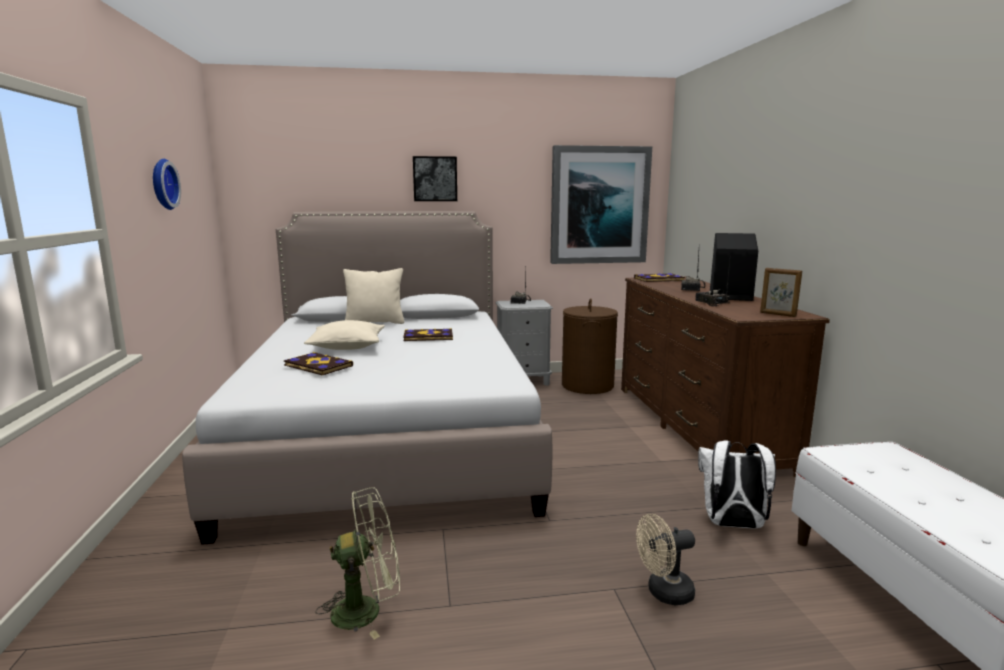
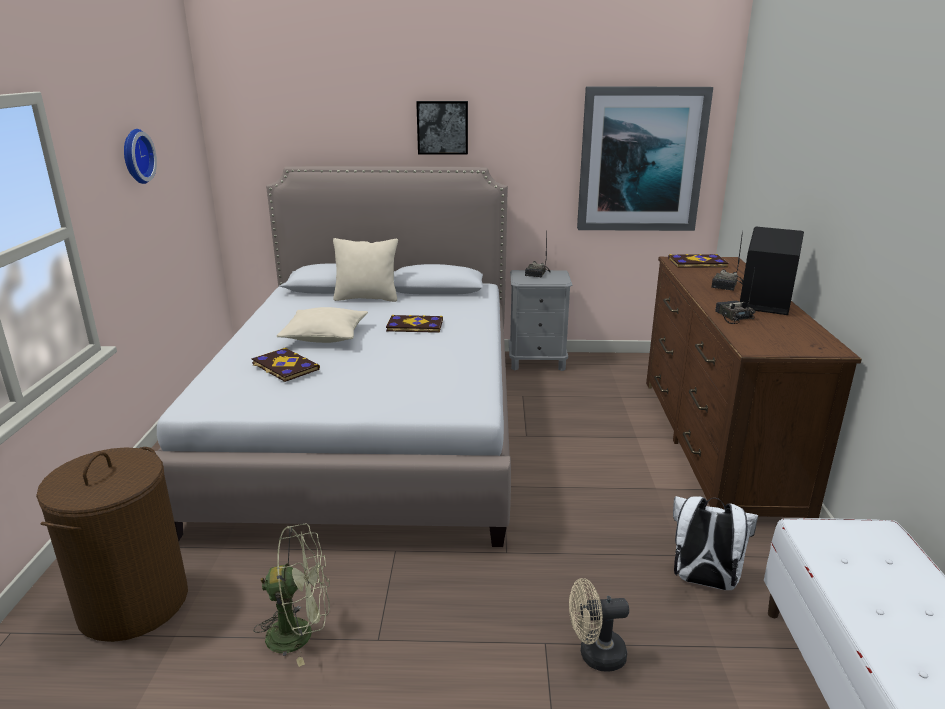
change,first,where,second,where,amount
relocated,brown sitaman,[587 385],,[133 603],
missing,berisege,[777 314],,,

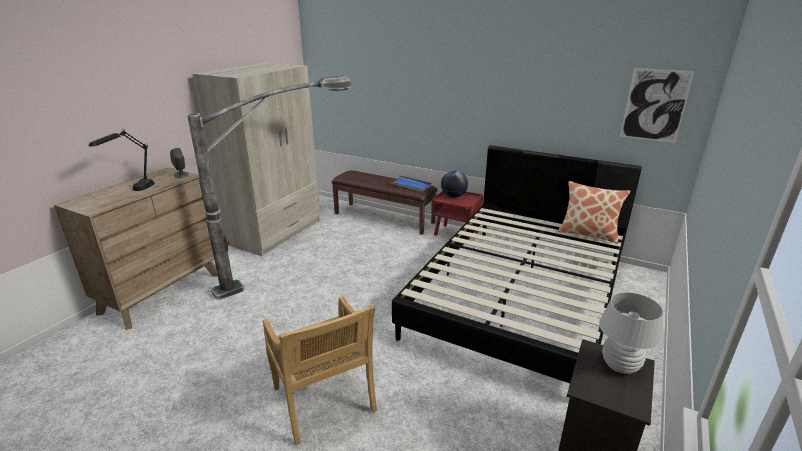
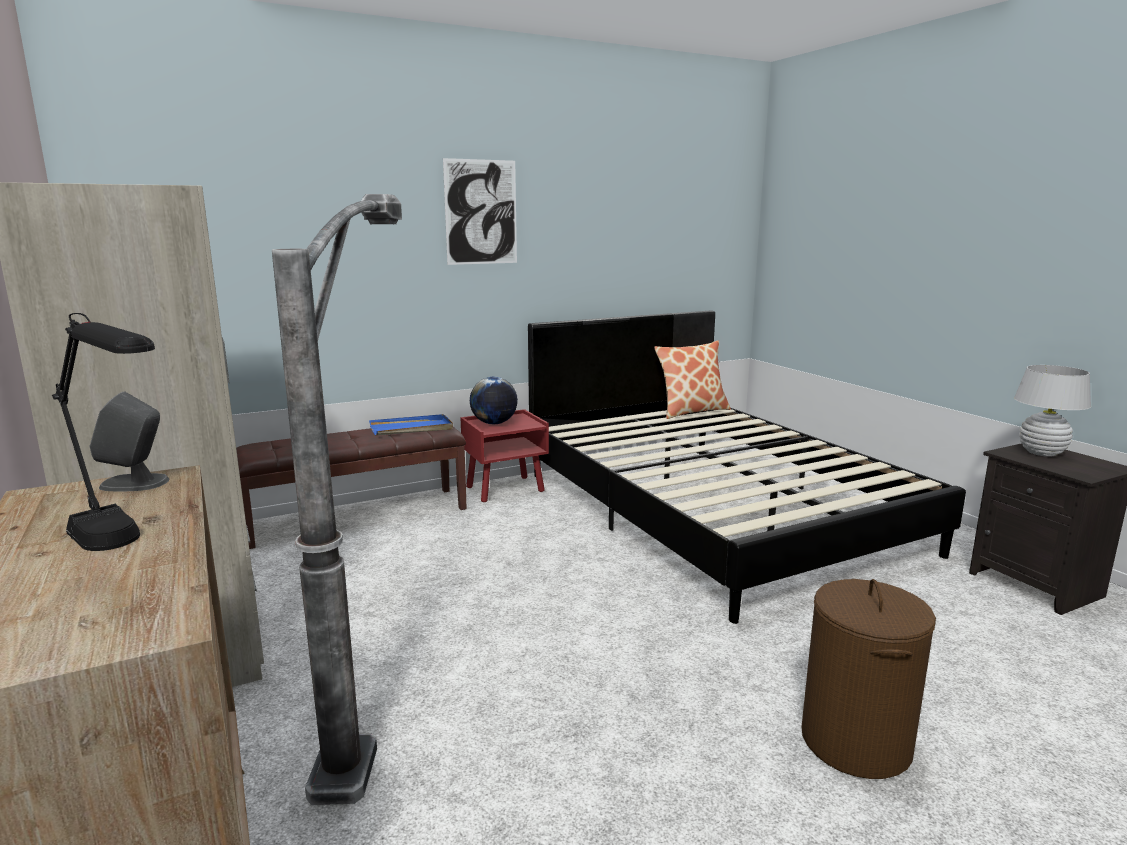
change,first,where,second,where,amount
exchanged,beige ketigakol,[324 401],brown sitaman,[856 742],
relocated,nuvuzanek,[655 105],,[481 212],

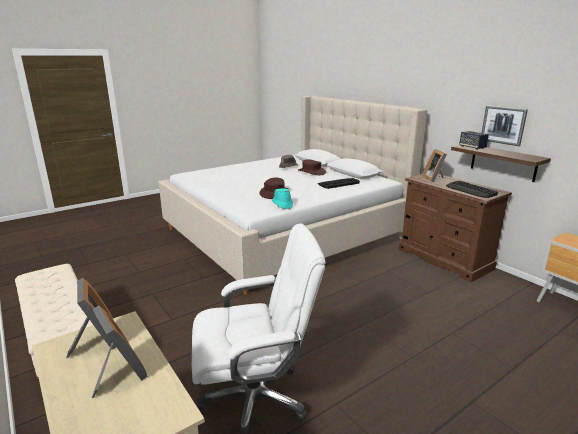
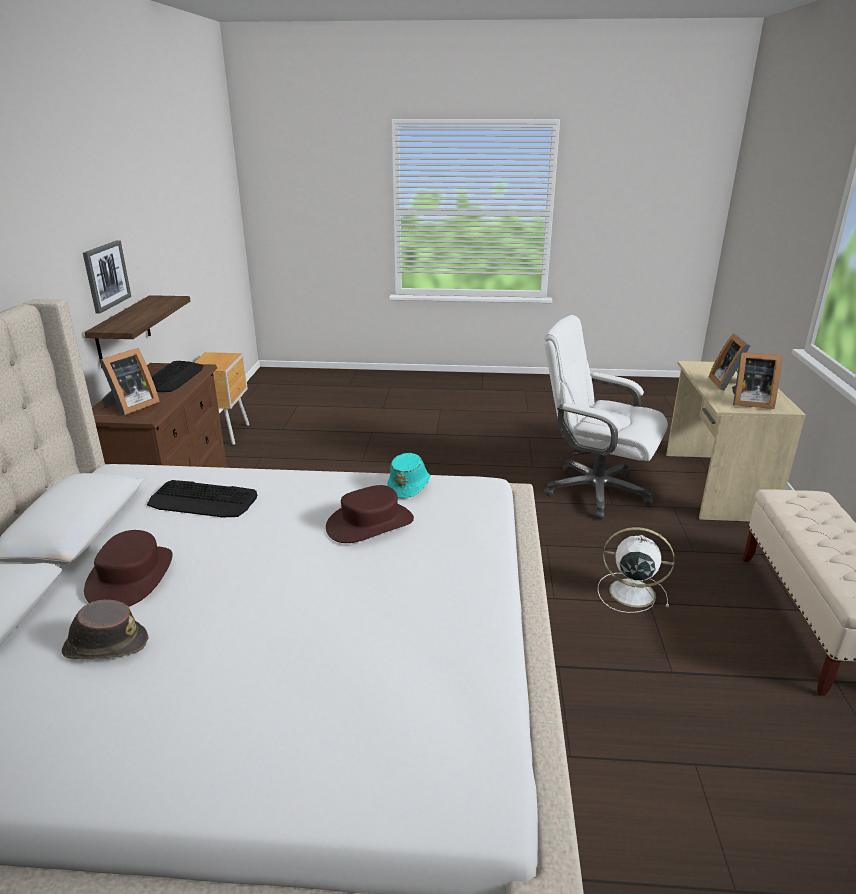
change,first,where,second,where,amount
spun,berisege,[96 341],,[749 402],90 degrees counterclockwise
missing,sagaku,[472 147],,,
appeared,,,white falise,[630 592],

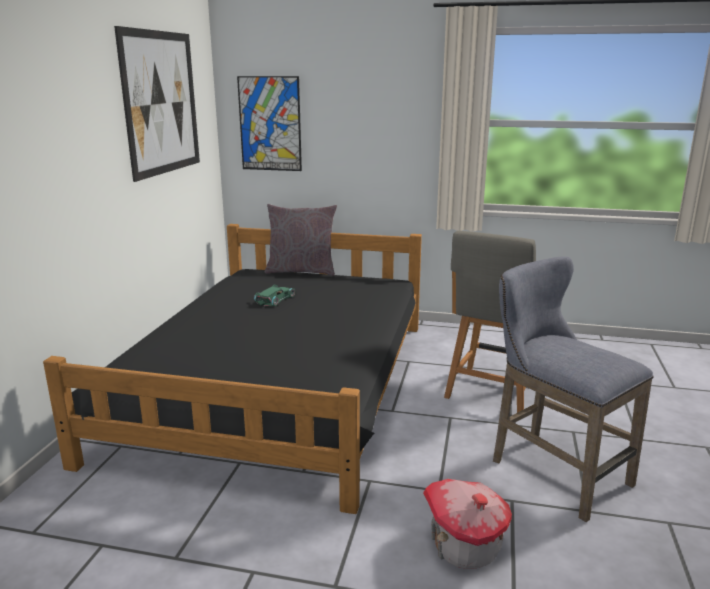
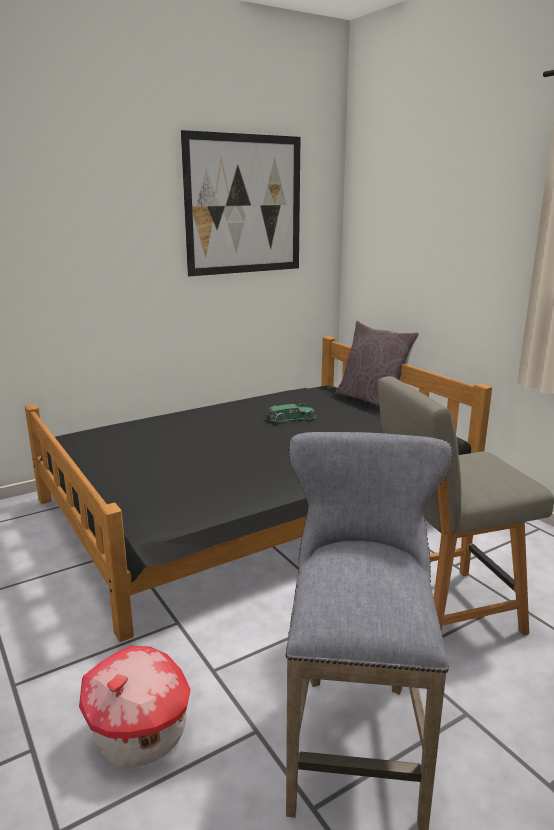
change,first,where,second,where,amount
missing,nuvuzanek,[270 124],,,

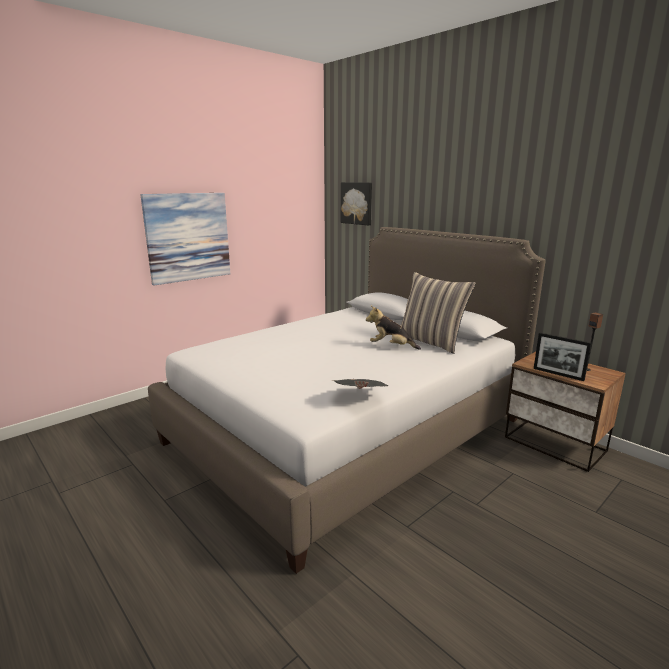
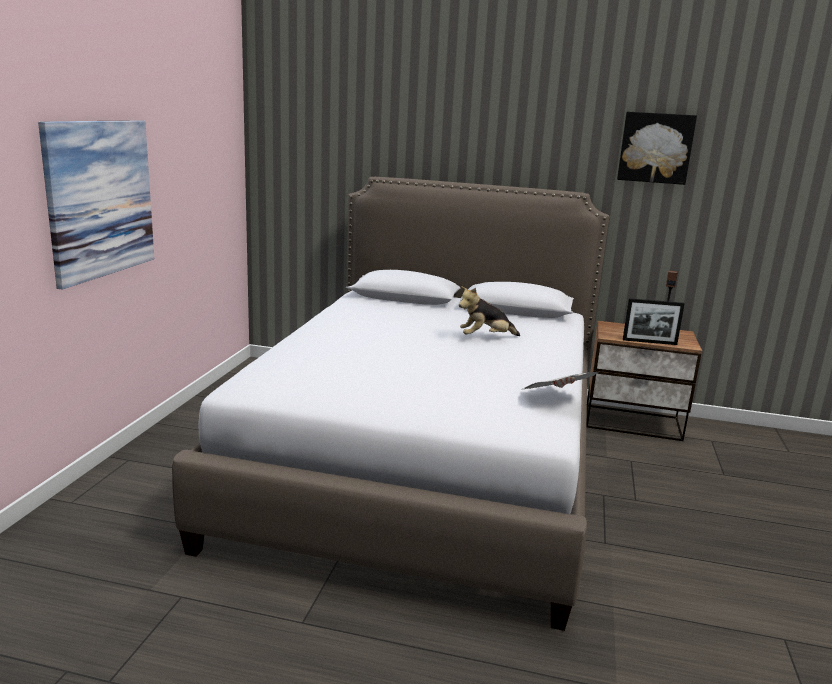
change,first,where,second,where,amount
relocated,nuvuzanek,[357 203],,[655 148],
missing,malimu,[431 342],,,

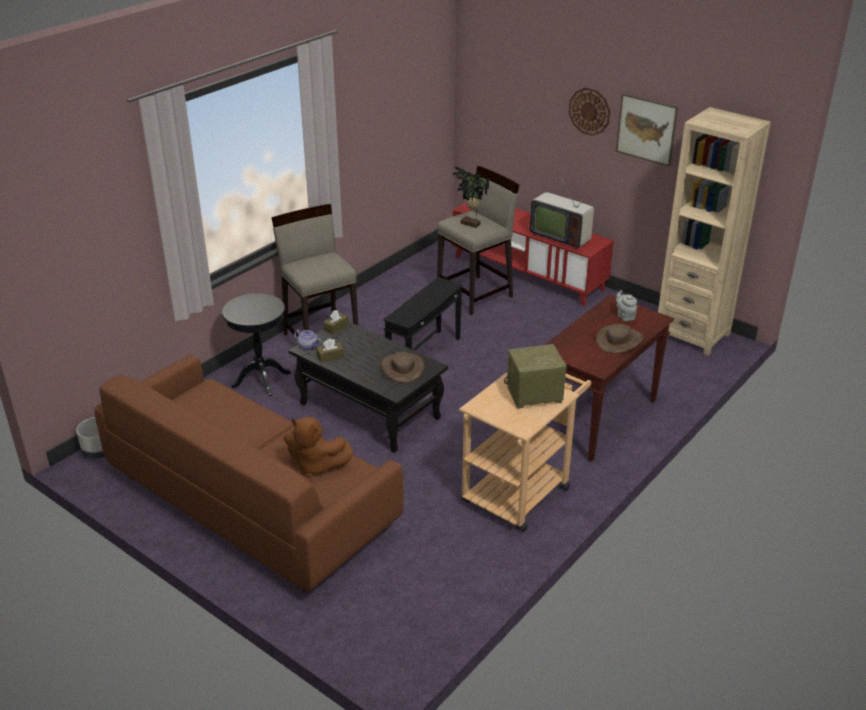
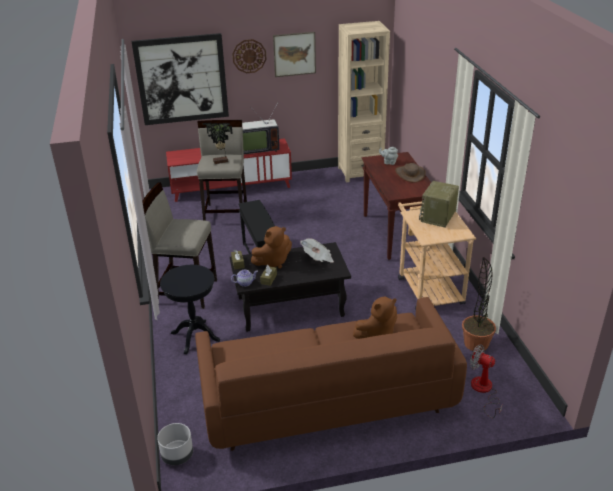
change,first,where,second,where,amount
exchanged,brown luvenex,[402 368],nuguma,[317 258],
appeared,,,nuvuzanek,[182 79],
appeared,,,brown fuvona,[273 262],
appeared,,,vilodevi,[476 344],
appeared,,,falise,[483 391],

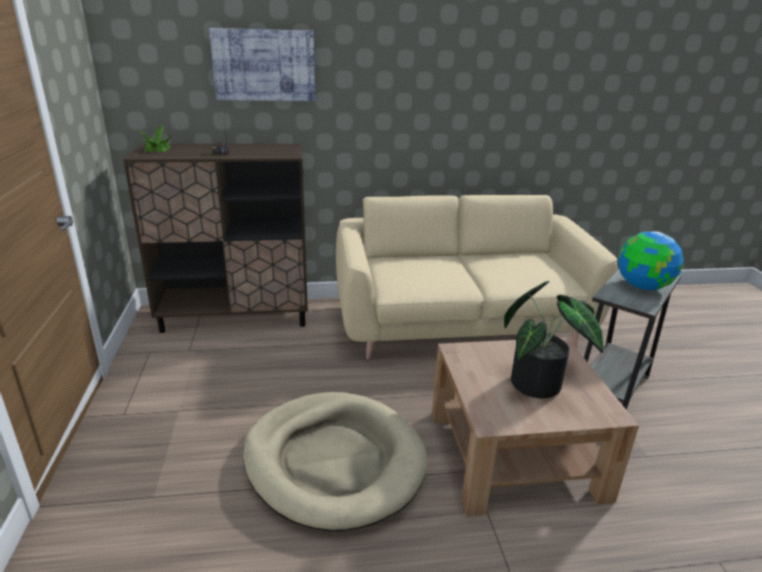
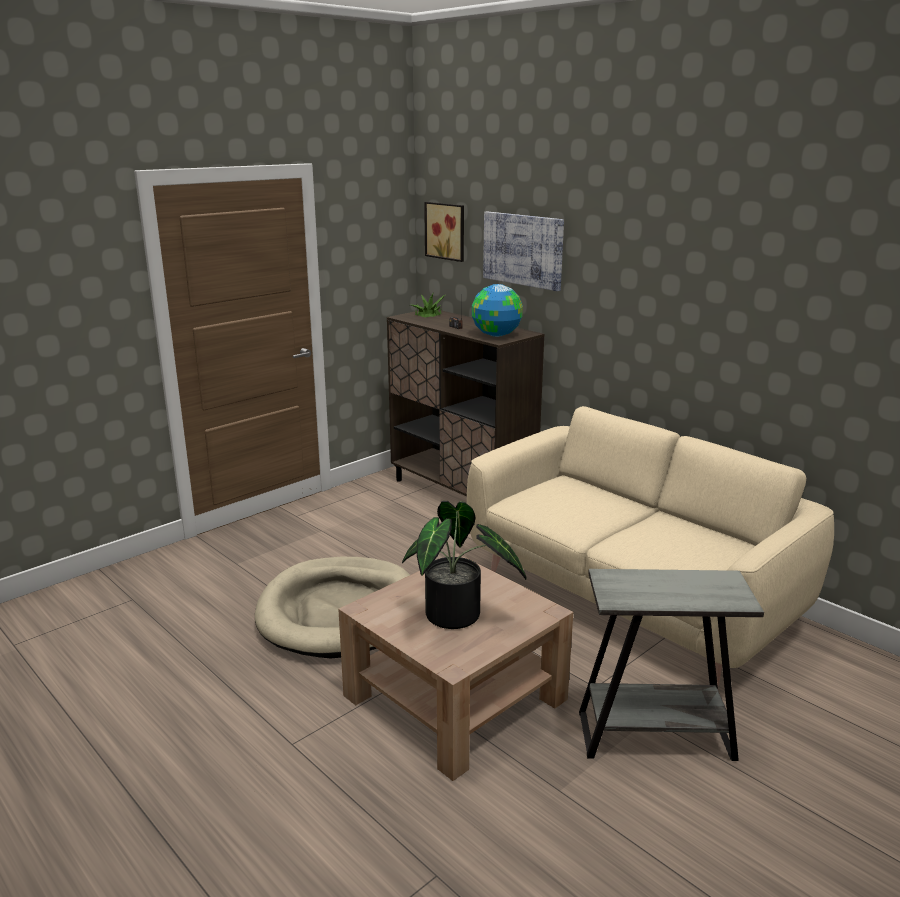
change,first,where,second,where,amount
relocated,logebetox,[643 286],,[496 335],
appeared,,,nuvuzanek,[446 231],

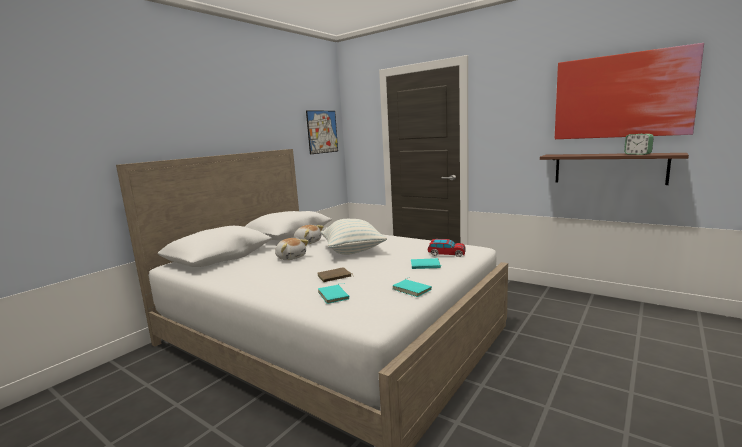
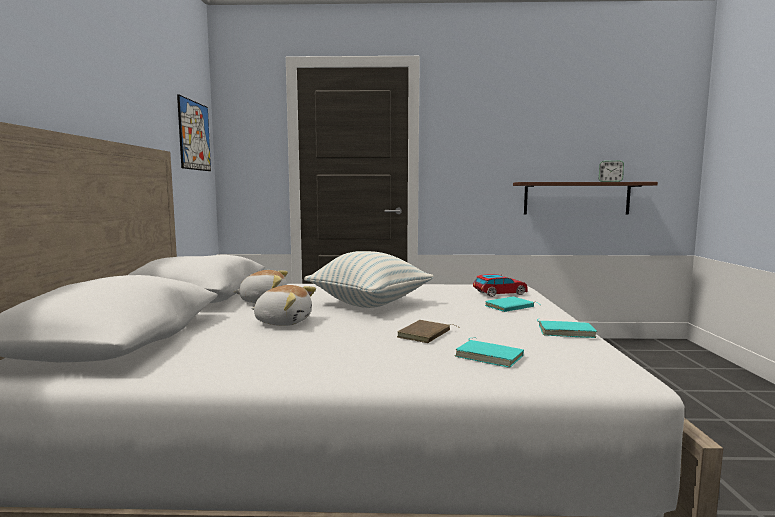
change,first,where,second,where,amount
missing,nuvuzanek,[621 96],,,

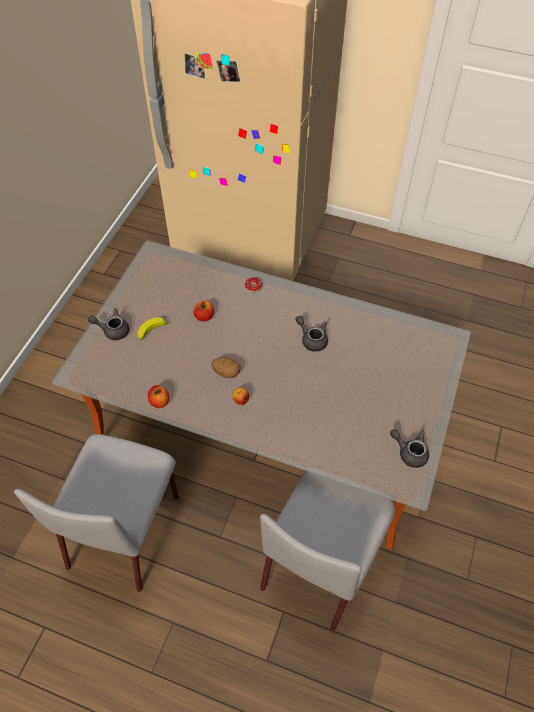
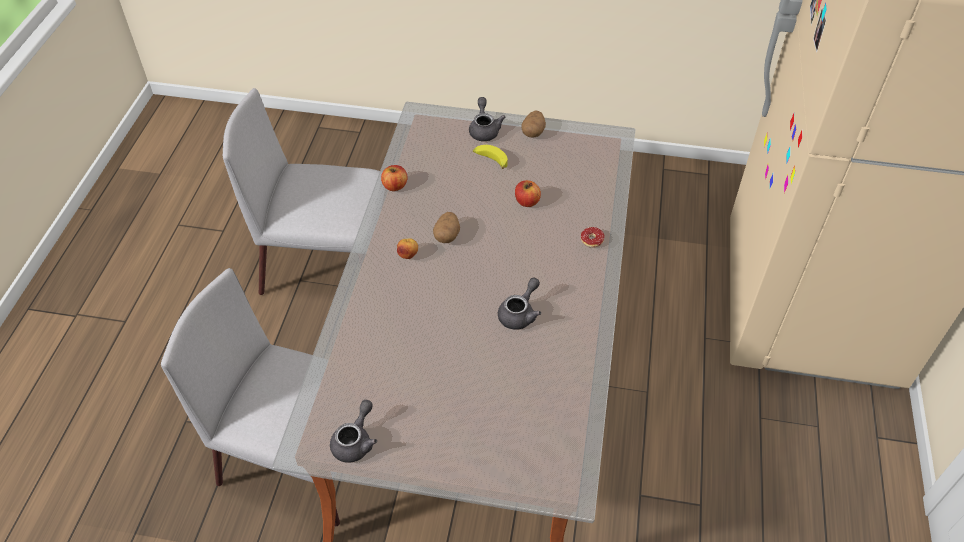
change,first,where,second,where,amount
appeared,,,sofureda,[533 132],

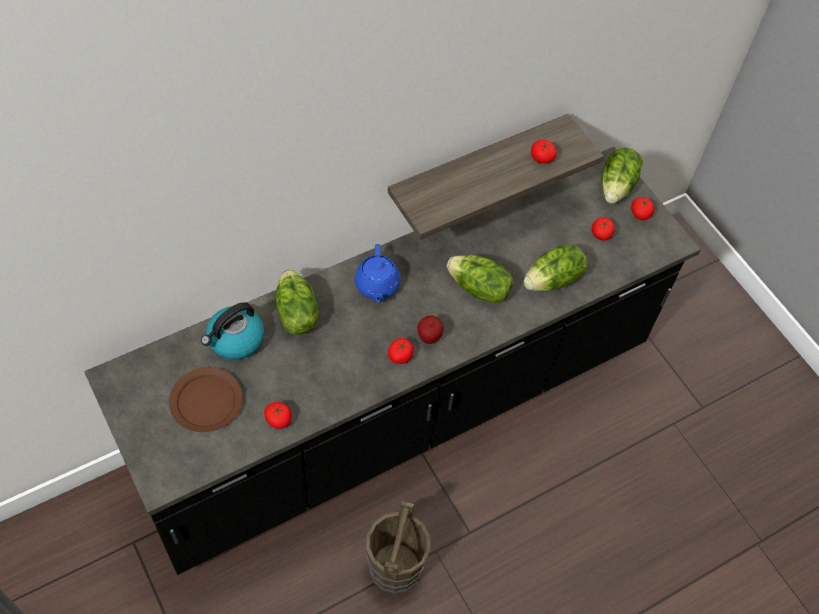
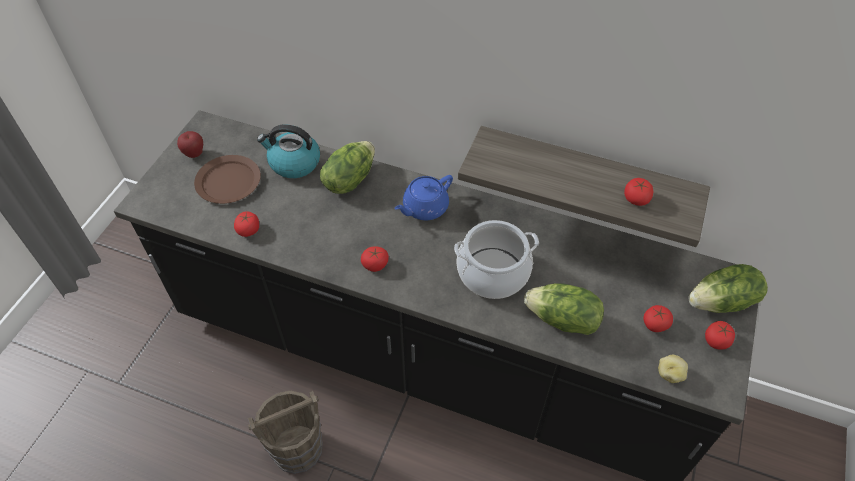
change,first,where,second,where,amount
relocated,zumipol,[429 338],,[194 154],
exchanged,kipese,[478 289],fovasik,[493 273],
appeared,,,sofureda,[669 374],

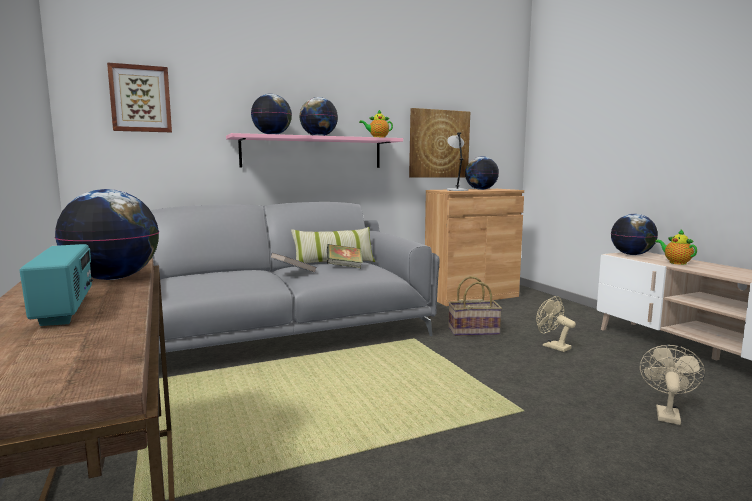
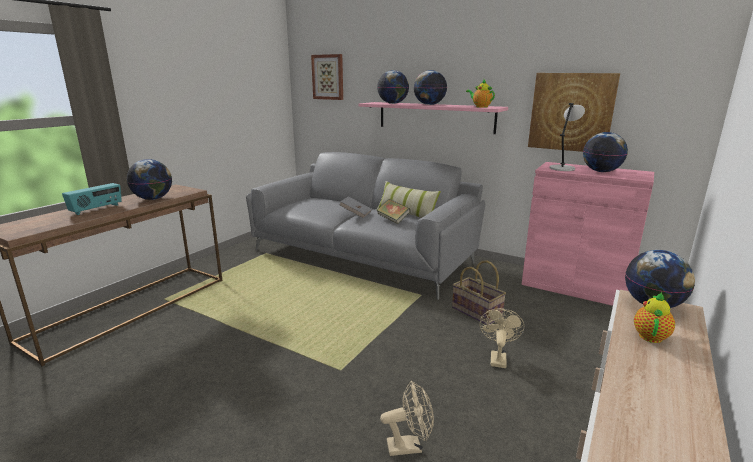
change,first,where,second,where,amount
colour,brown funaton,[471 296],pink funaton,[575 286],

